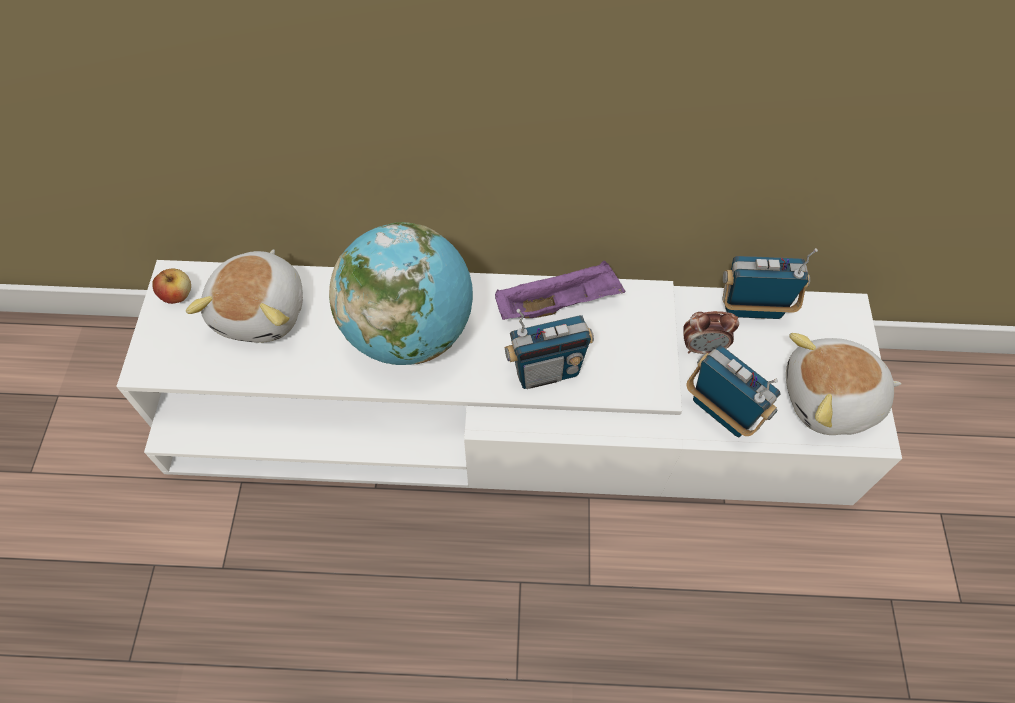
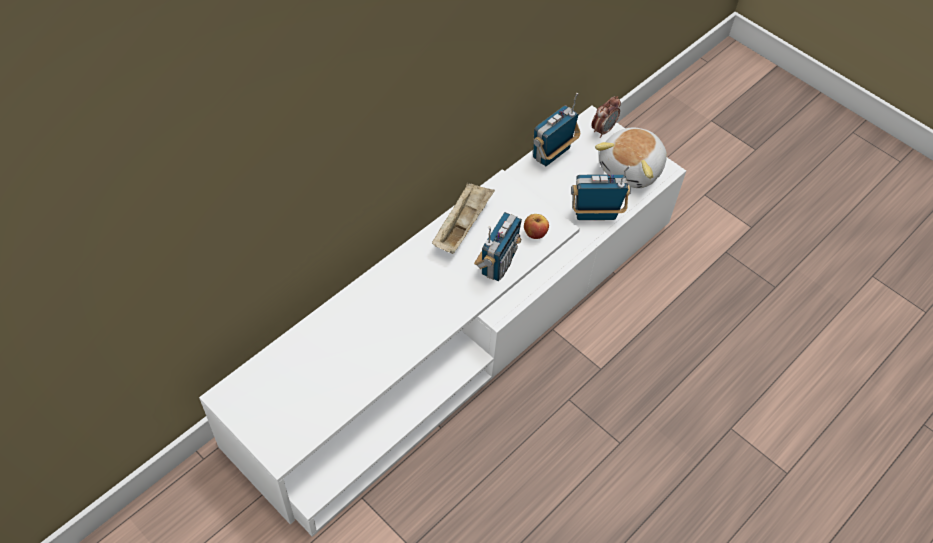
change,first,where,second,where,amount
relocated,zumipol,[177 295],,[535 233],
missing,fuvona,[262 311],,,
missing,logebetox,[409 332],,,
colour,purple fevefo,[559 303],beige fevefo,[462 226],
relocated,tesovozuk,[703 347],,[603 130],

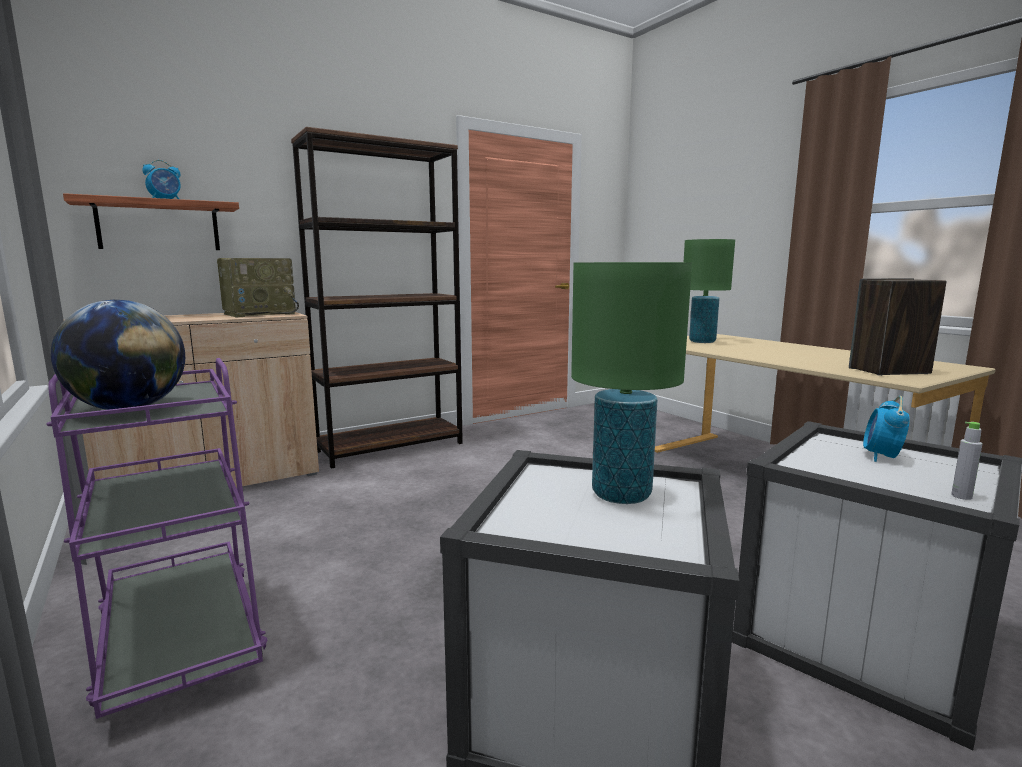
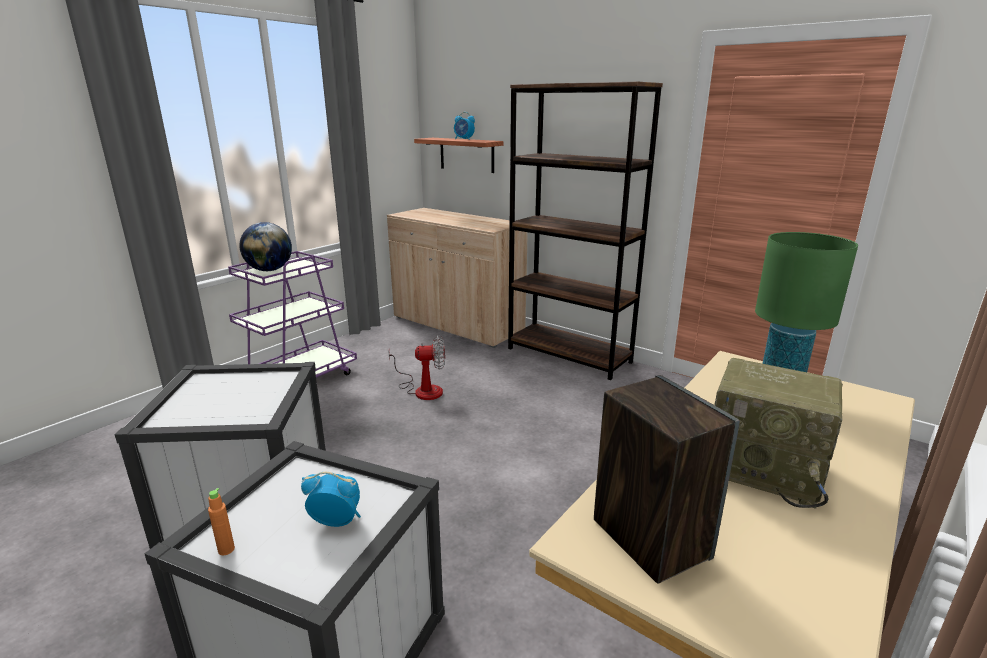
change,first,where,second,where,amount
relocated,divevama,[260 314],,[764 469],
missing,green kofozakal,[621 494],,,
colour,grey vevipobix,[961 496],orange vevipobix,[226 549],
appeared,,,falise,[422 389],

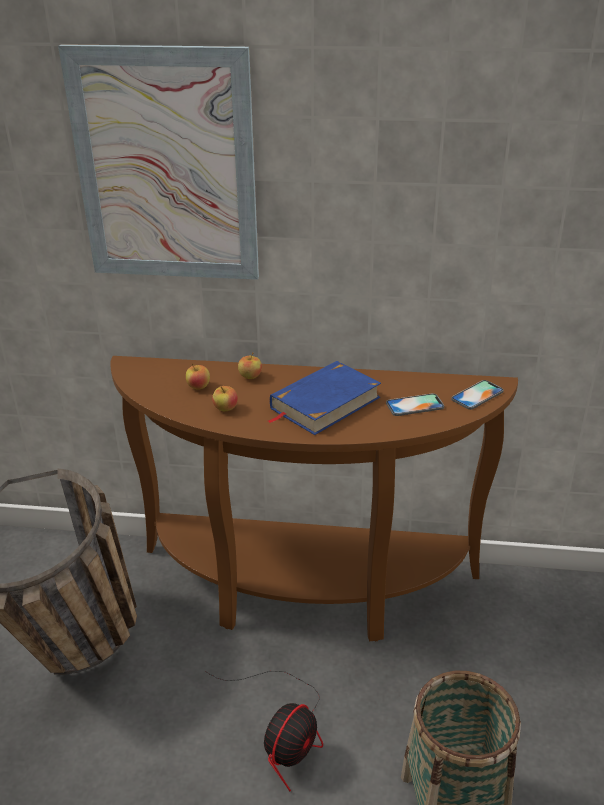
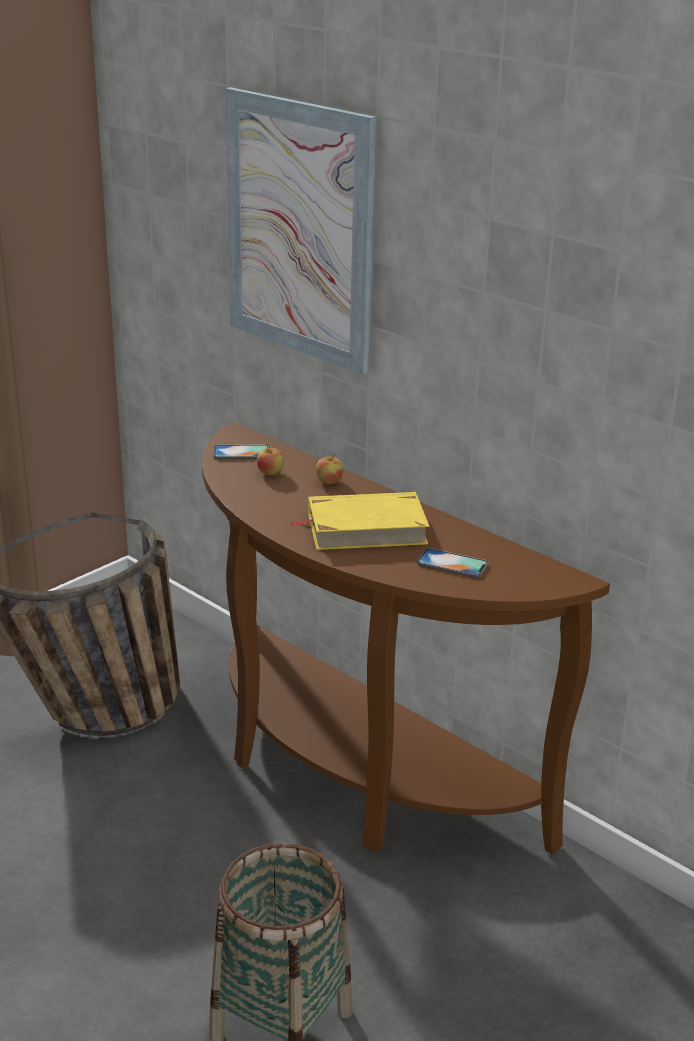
change,first,where,second,where,amount
missing,falise,[284 733],,,
missing,zumipol,[225 408],,,
colour,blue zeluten,[324 403],yellow zeluten,[366 528],
relocated,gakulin,[477 395],,[242 453],

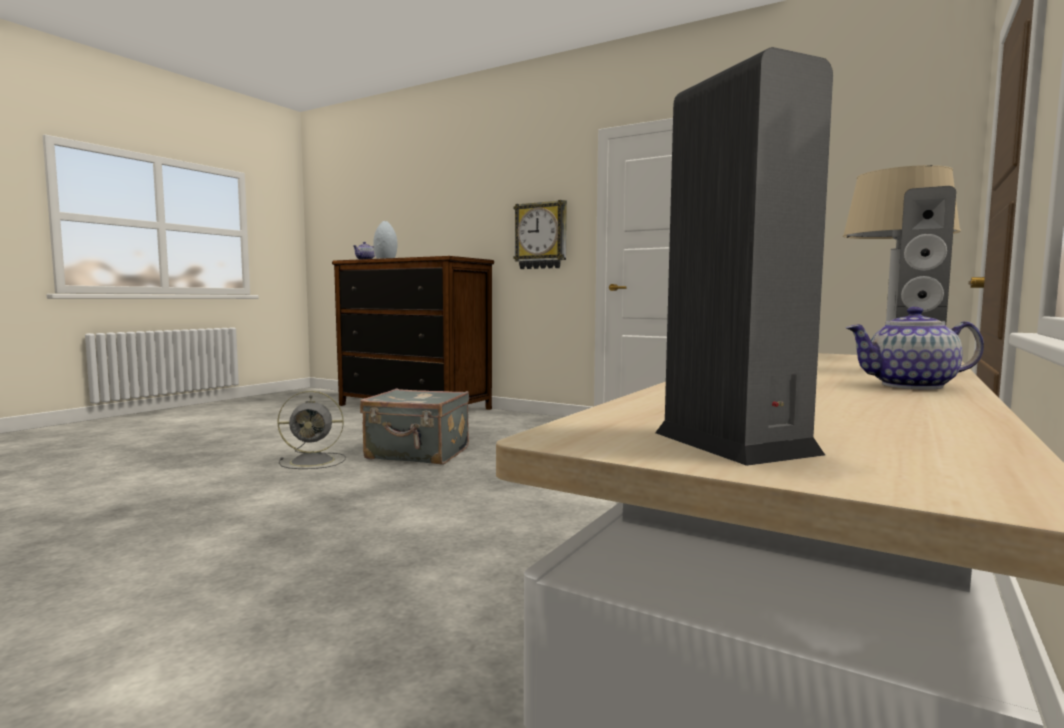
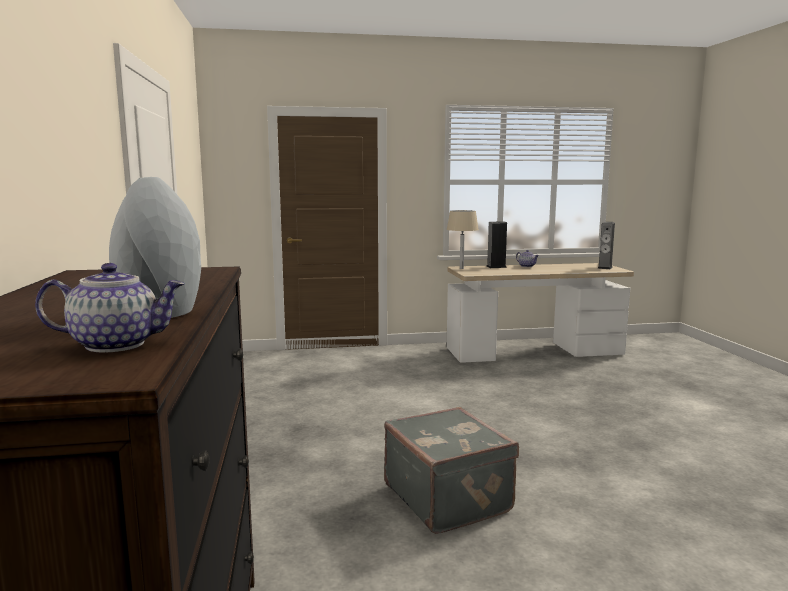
change,first,where,second,where,amount
missing,grey falise,[314 461],,,
missing,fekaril,[541 236],,,

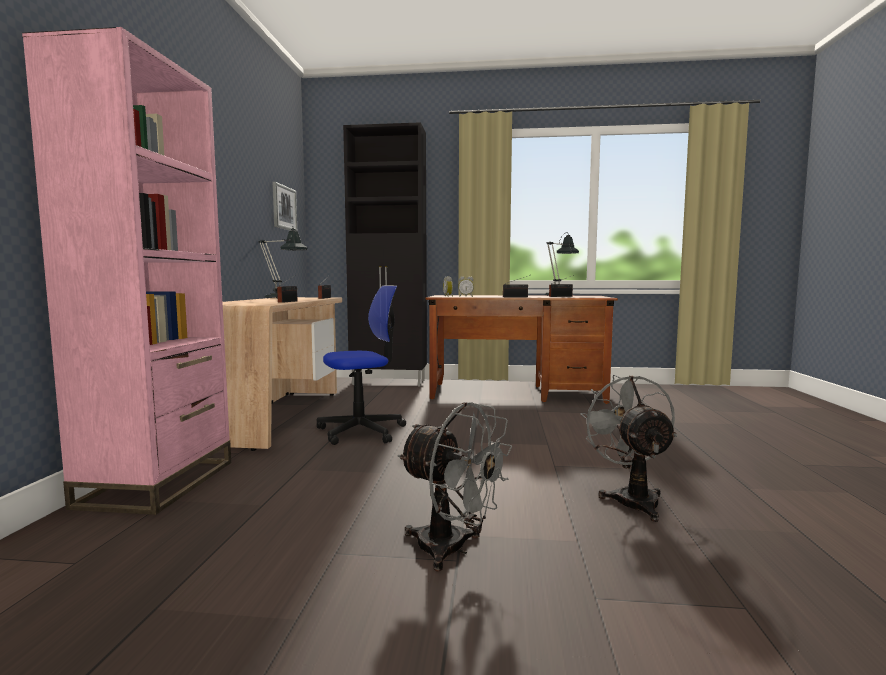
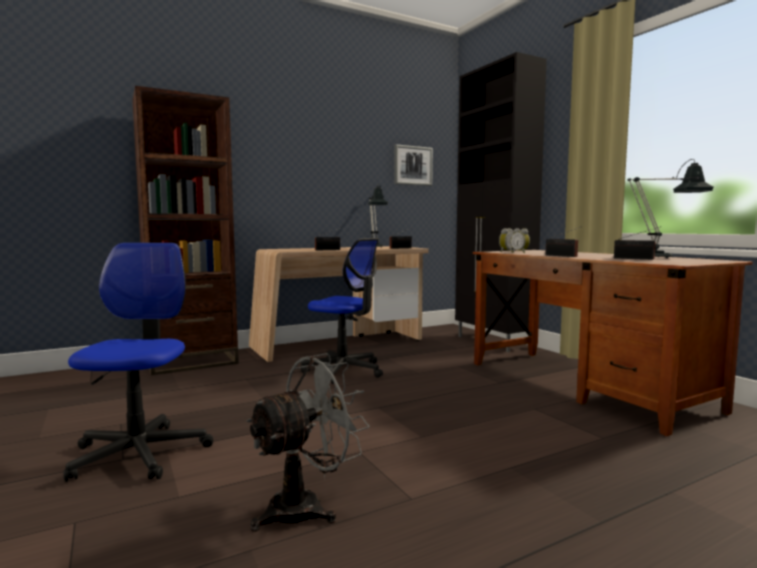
change,first,where,second,where,amount
colour,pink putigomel,[158 483],brown putigomel,[192 362],
exchanged,grey falise,[453 550],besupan,[139 453],

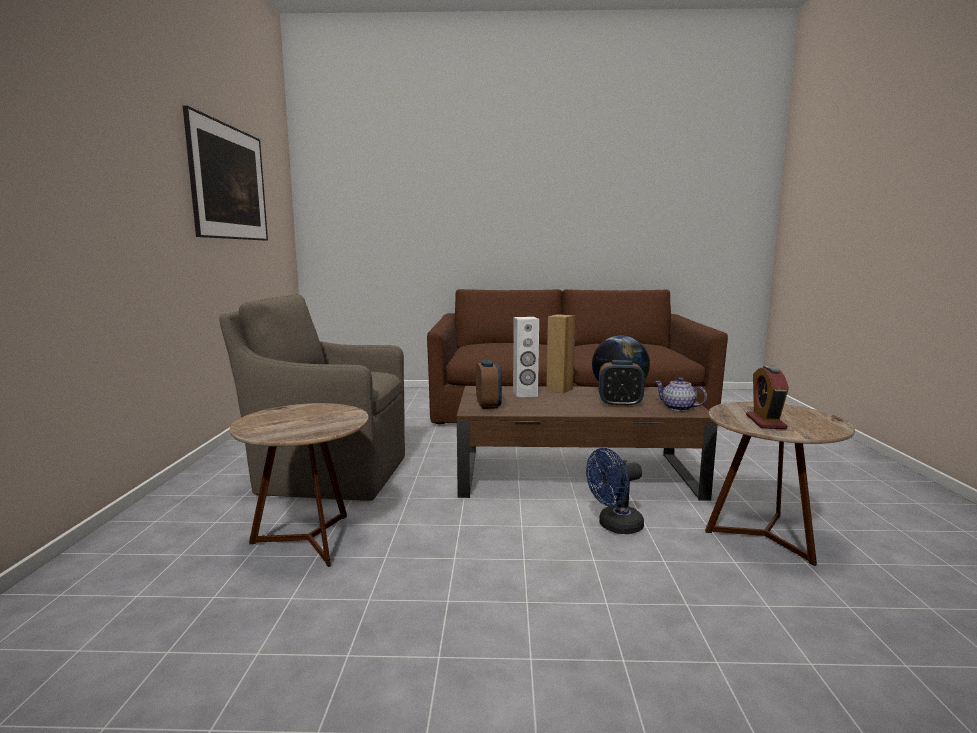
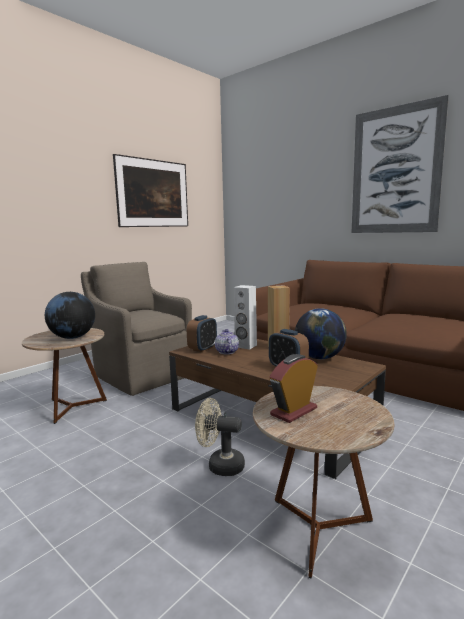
change,first,where,second,where,amount
colour,blue falise,[615 526],beige falise,[220 465],
relocated,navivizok,[678 408],,[226 352],
appeared,,,logebetox,[72 337],
appeared,,,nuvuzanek,[395 171],

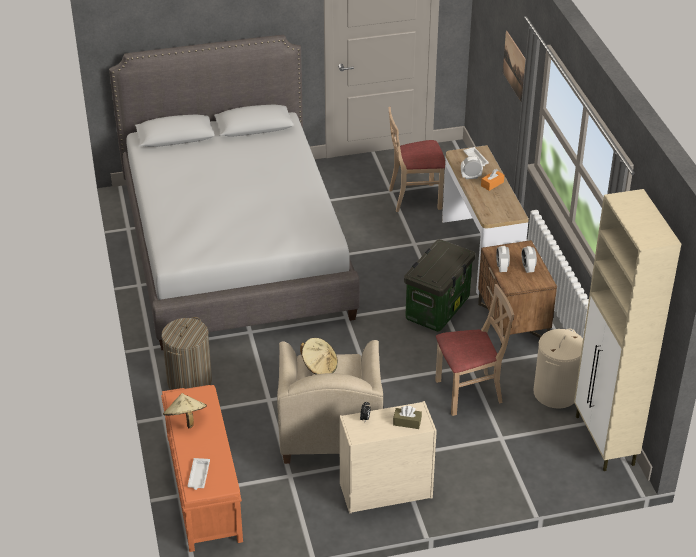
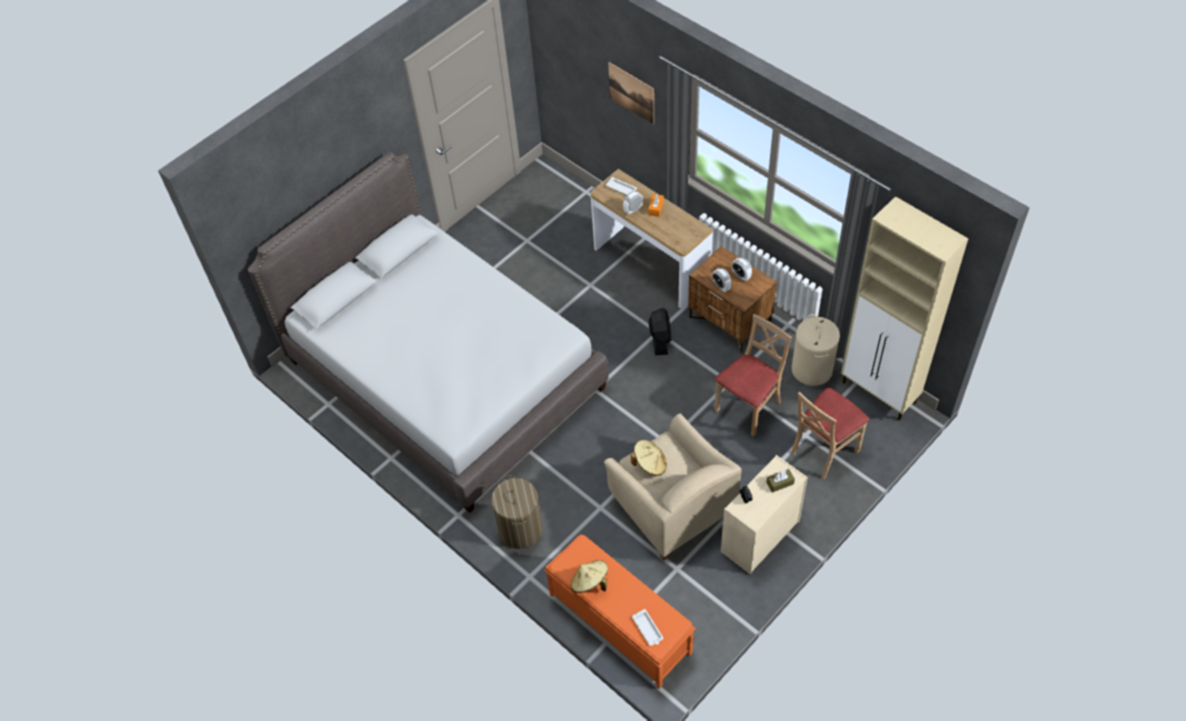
change,first,where,second,where,amount
relocated,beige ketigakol,[415 198],,[824 450],
exchanged,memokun,[437 308],black falise,[660 339],

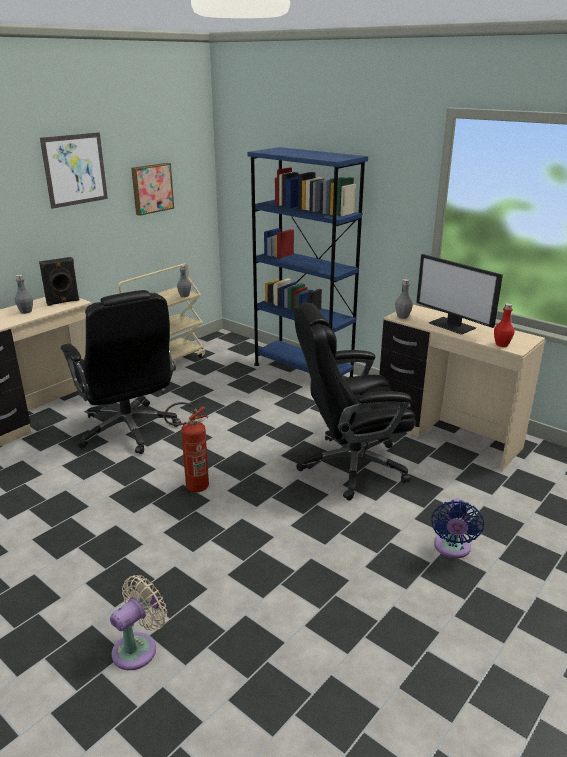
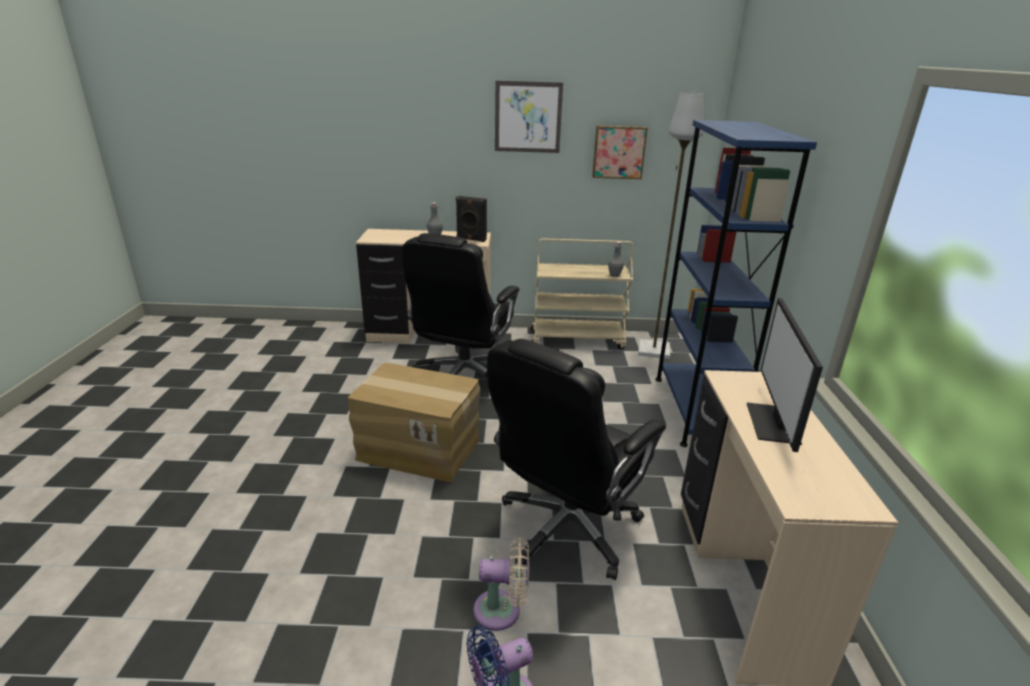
change,first,where,second,where,amount
relocated,beige falise,[138 648],,[502 610],
exchanged,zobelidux,[192 488],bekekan,[419 448],
spun,black besupan,[350 466],,[566 529],90 degrees counterclockwise
missing,grey vevipobix,[402 316],,,
missing,red vevipobix,[501 344],,,
appeared,,,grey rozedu,[653 351],

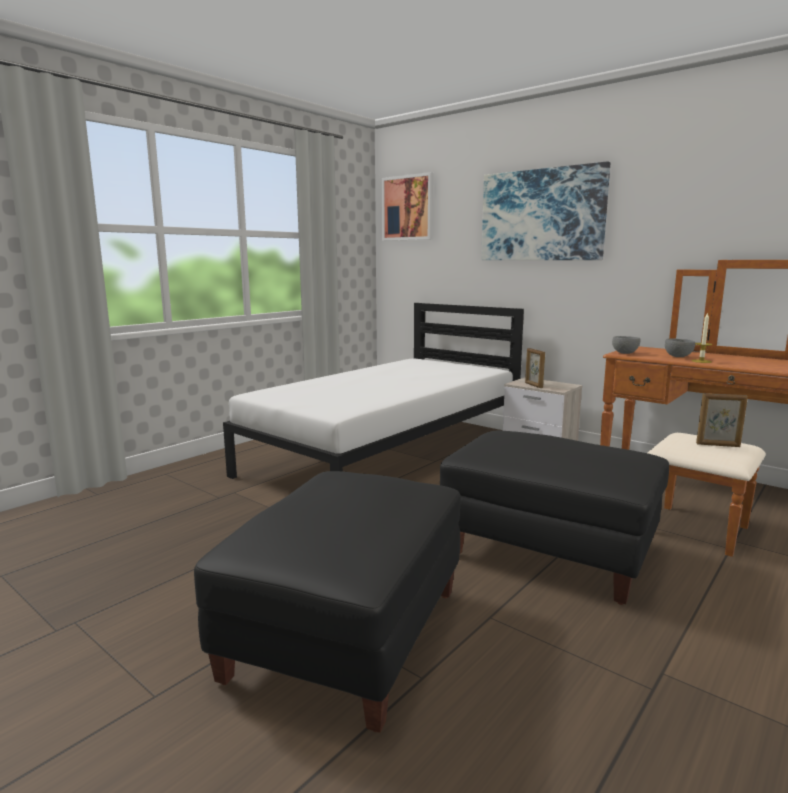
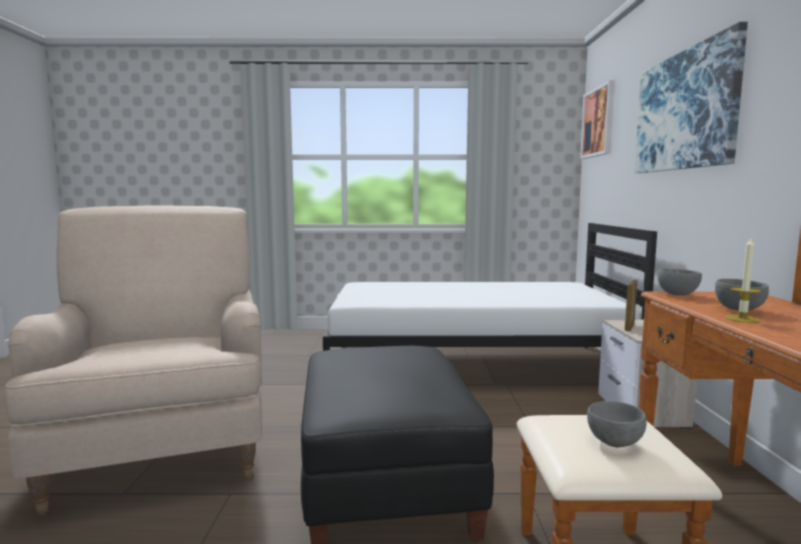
change,first,where,second,where,amount
exchanged,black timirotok,[346 635],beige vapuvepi,[163 450],
exchanged,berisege,[718 445],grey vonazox,[615 443],

